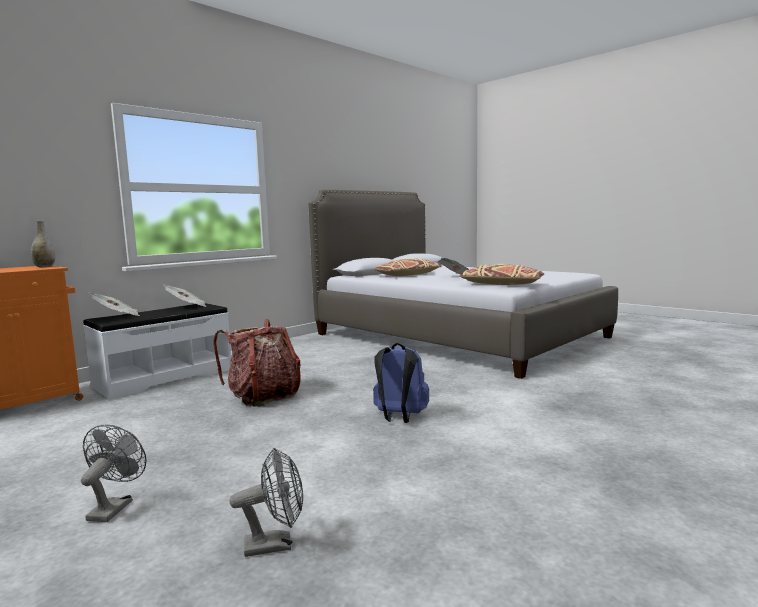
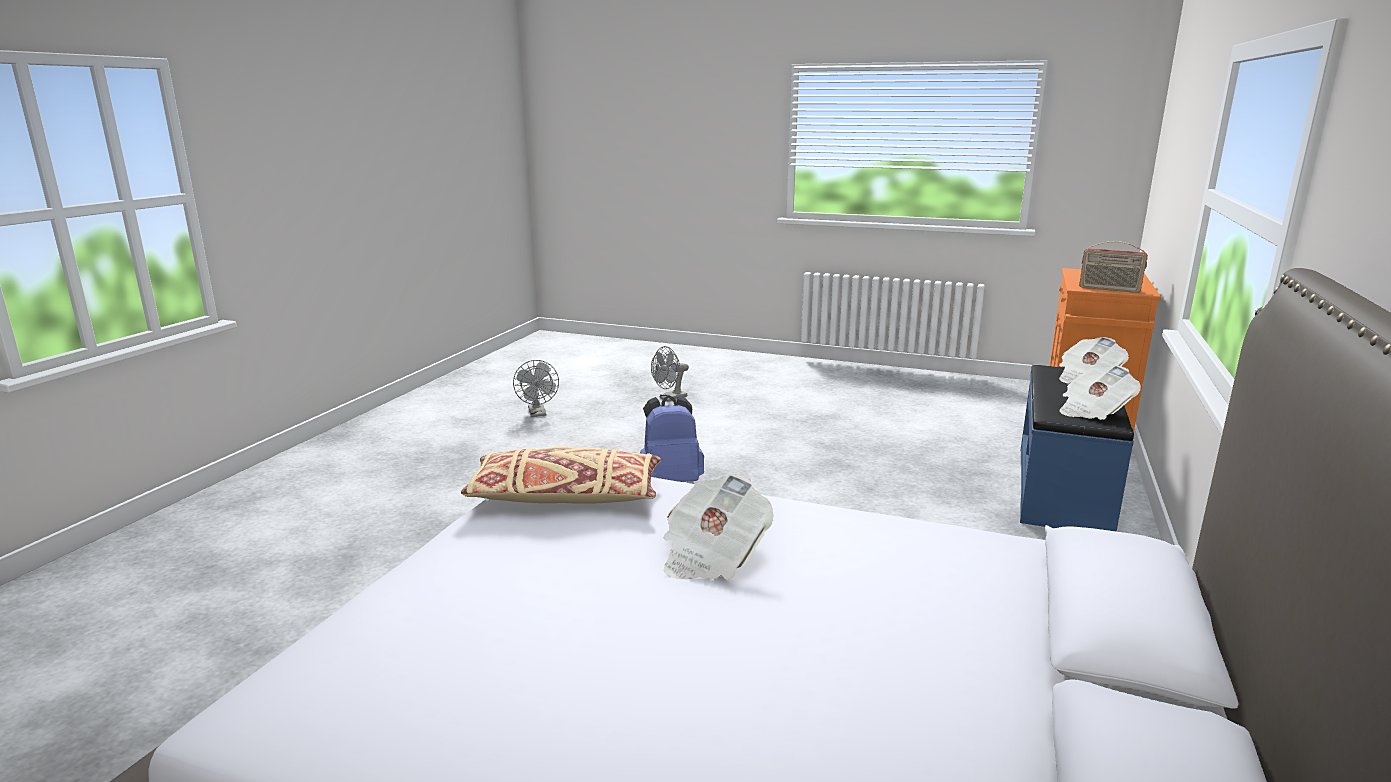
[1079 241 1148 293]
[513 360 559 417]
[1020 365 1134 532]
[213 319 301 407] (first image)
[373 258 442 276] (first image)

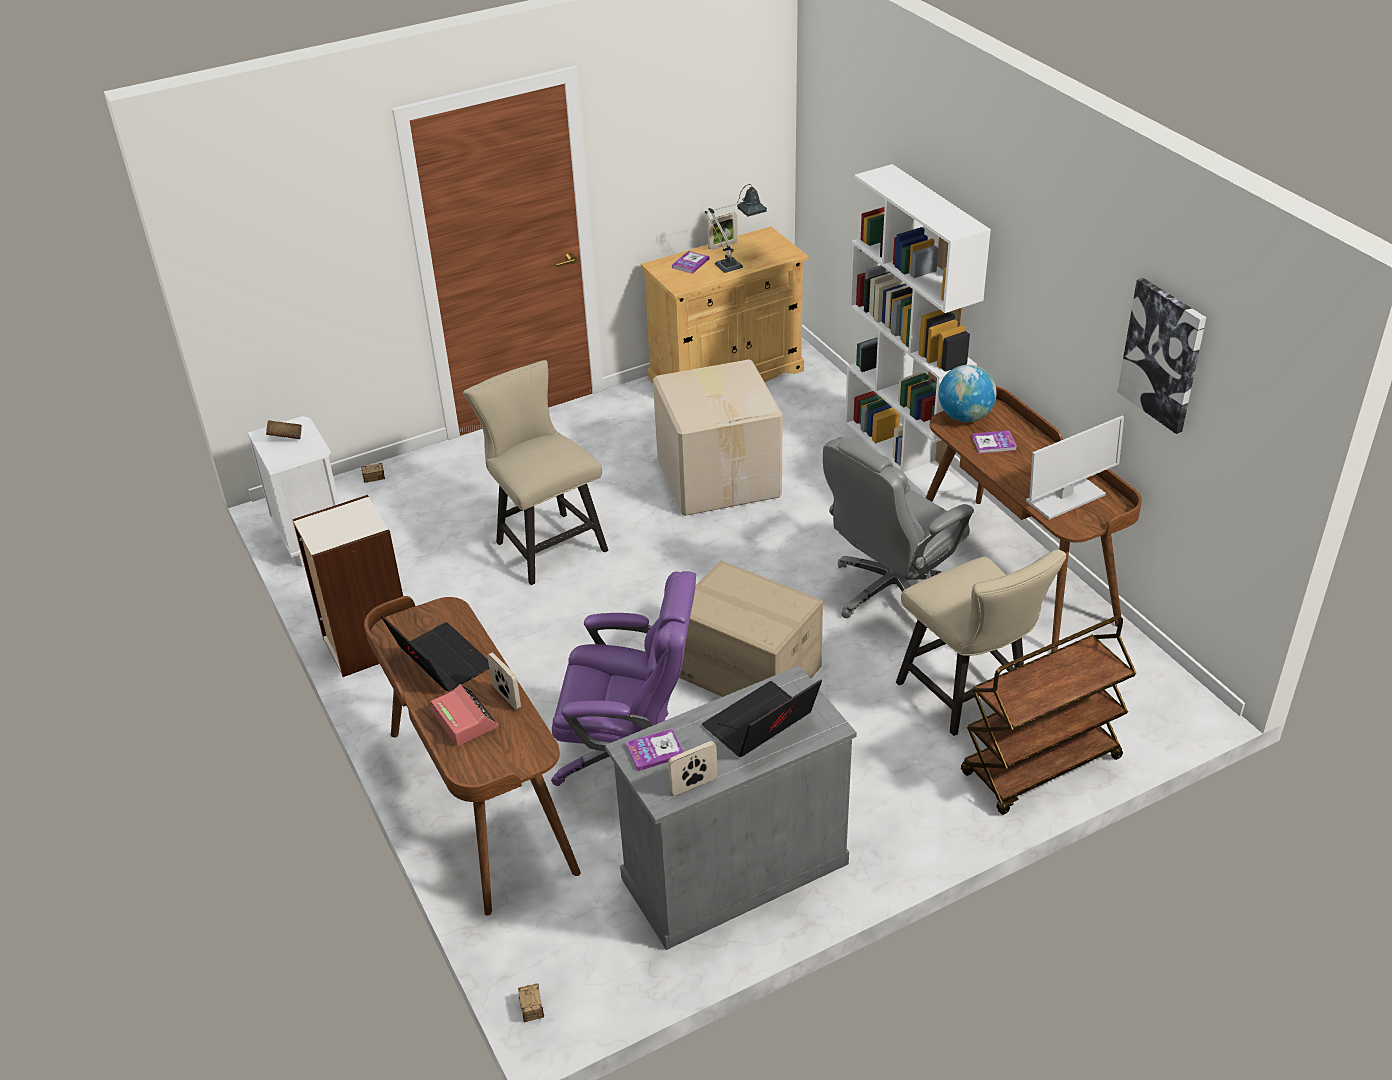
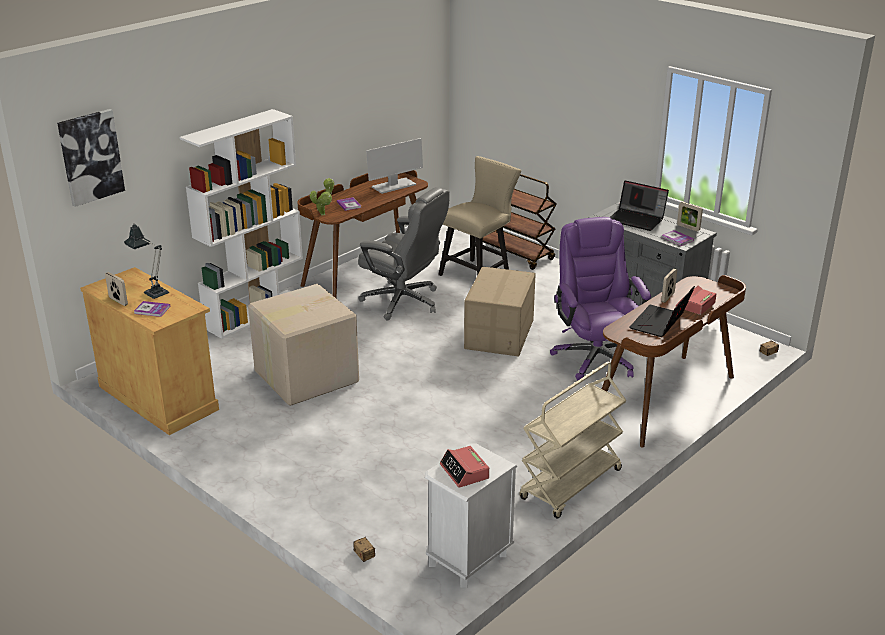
[440 446 489 488]
[519 362 626 519]
[463 360 608 585] (first image)
[310 178 334 215]
[366 138 423 194]
[57 109 125 207]

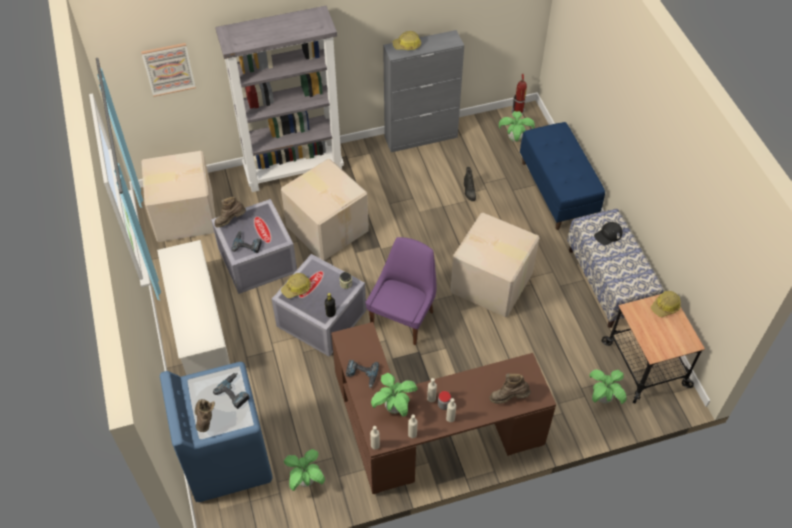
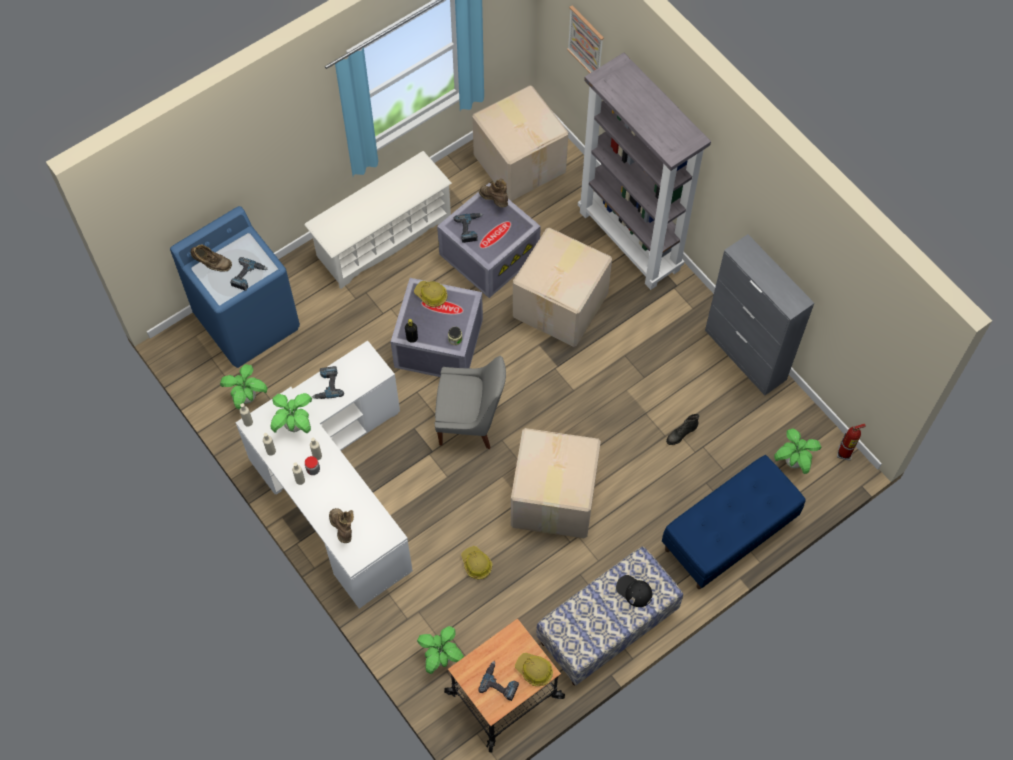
[190 244 232 272]
[235 341 413 608]
[435 356 506 449]
[461 546 492 579]
[478 661 519 701]

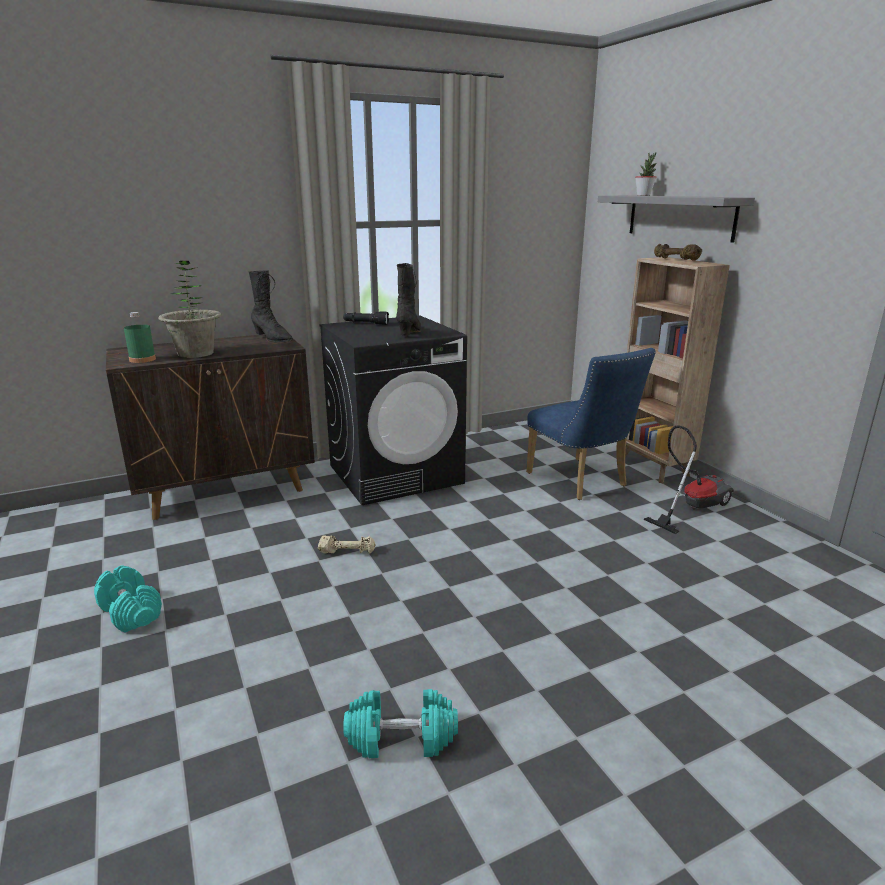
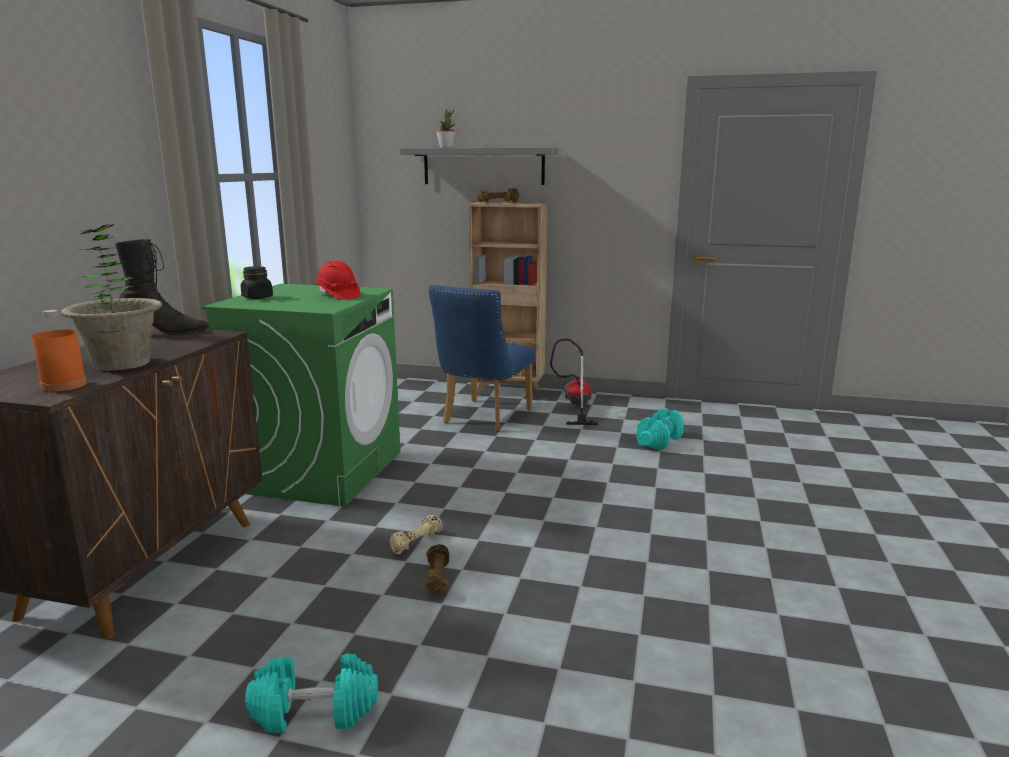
[31 310 87 392]
[202 284 400 507]
[241 266 273 299]
[636 408 684 450]
[315 261 361 300]
[428 285 535 431]
[426 544 449 595]

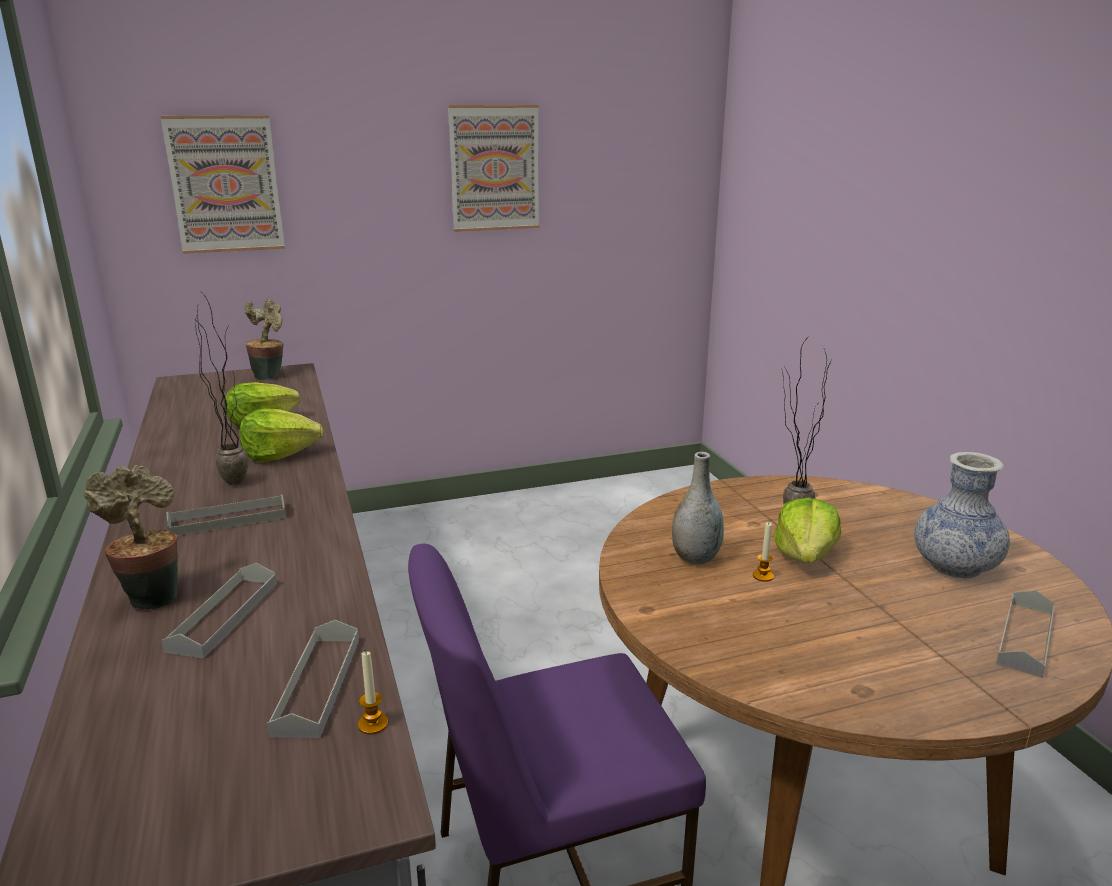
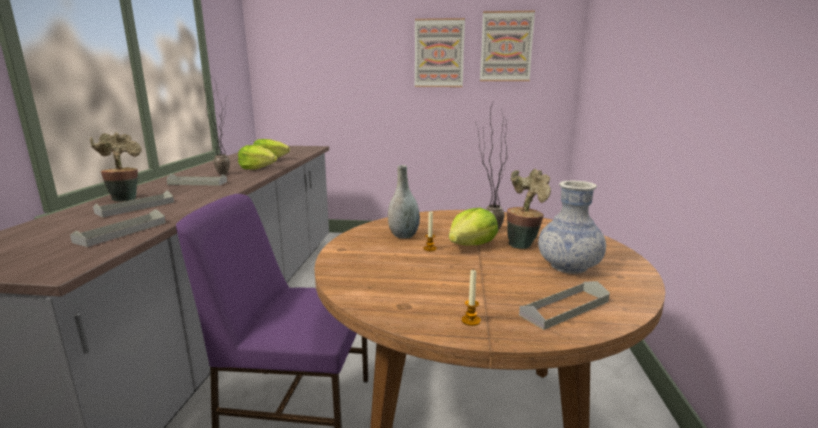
[480 11 535 81]
[507 169 551 249]
[461 269 481 326]

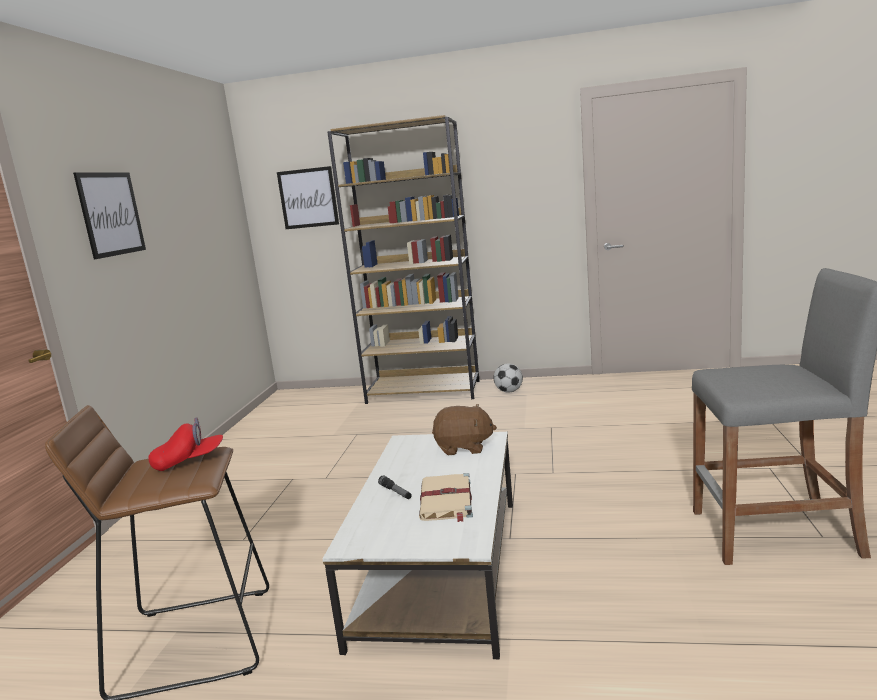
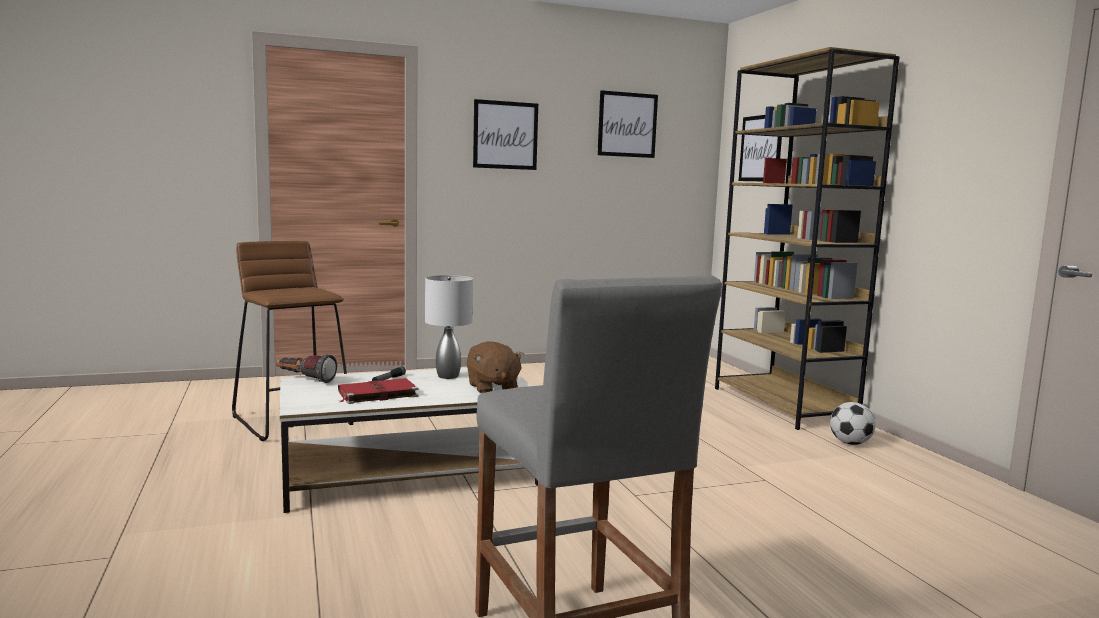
[148 417 223 471] (first image)
[338 378 419 404]
[276 354 337 383]
[425 275 473 379]
[597 90 658 158]

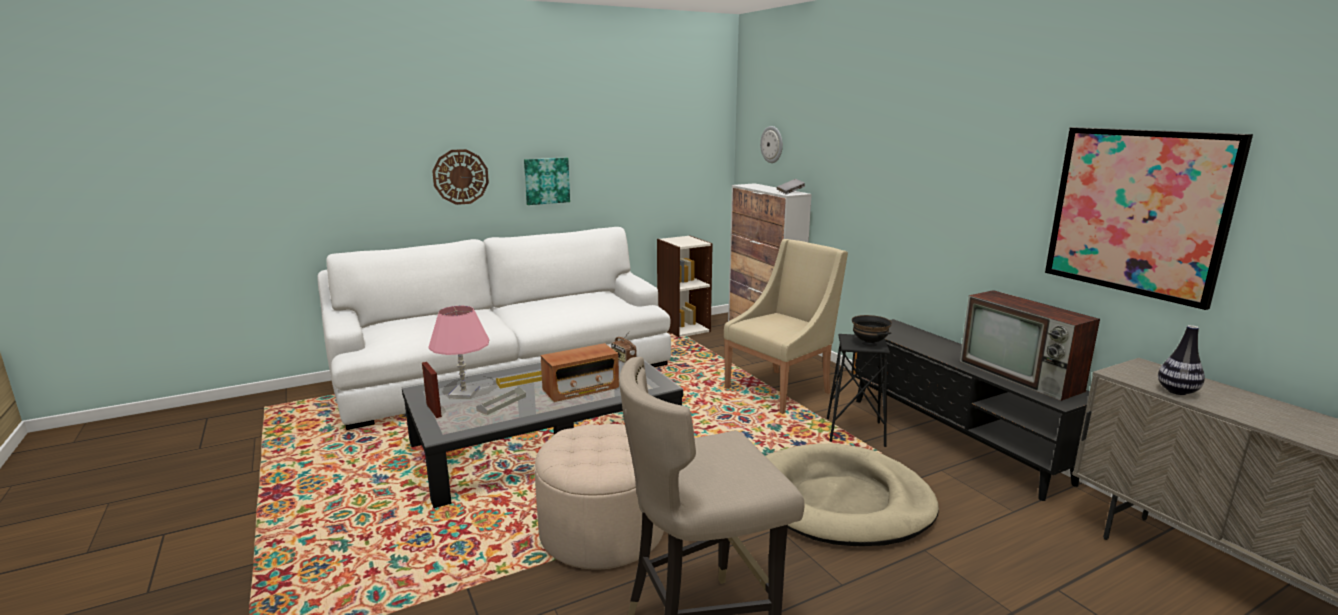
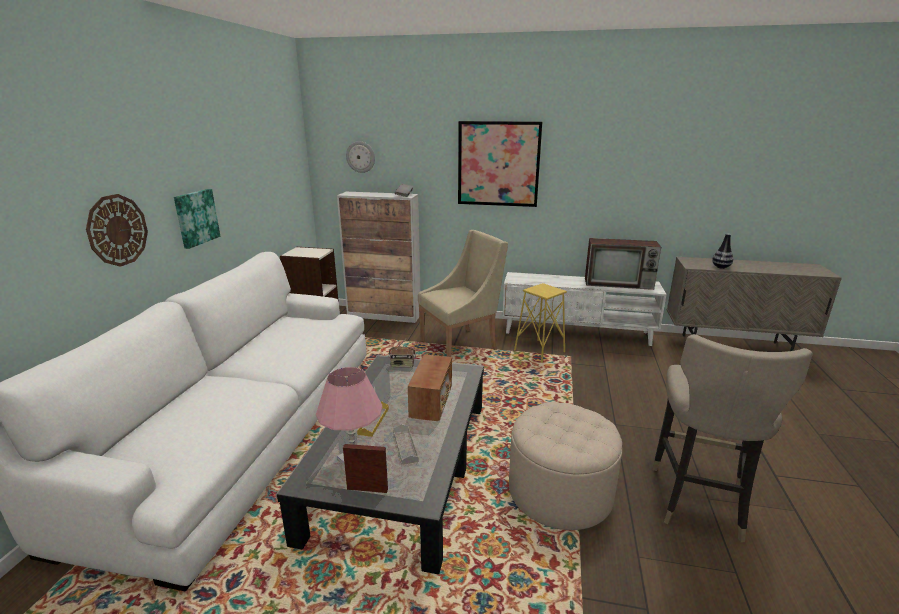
[418 230 508 357]
[765 444 939 546] (first image)
[514 283 567 363]
[502 272 667 346]
[852 315 892 346] (first image)
[458 121 542 207]

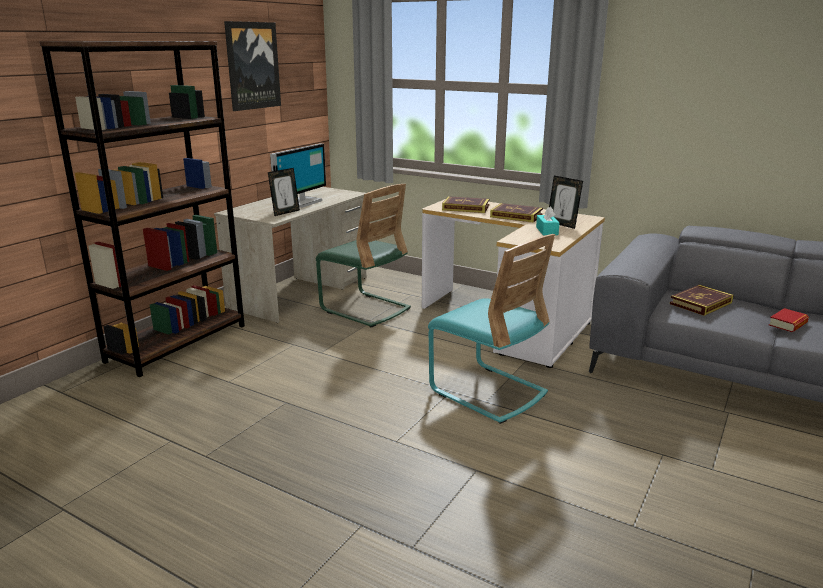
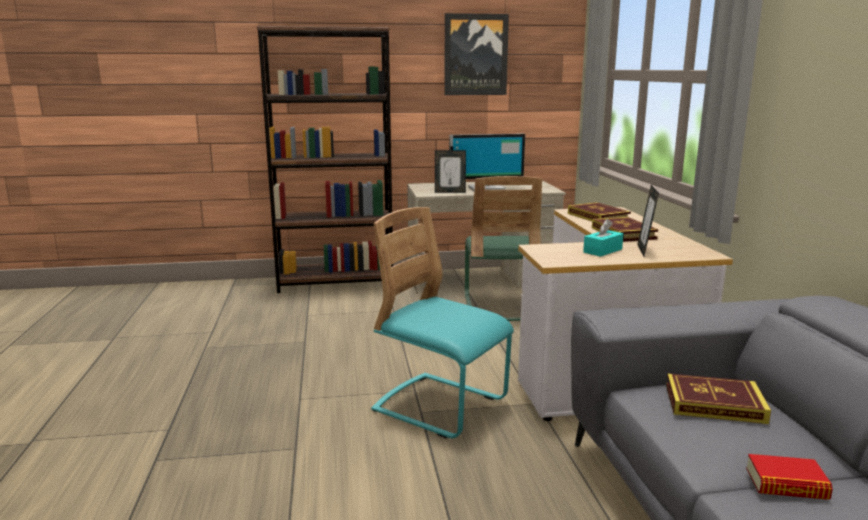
[371 207 514 438]

